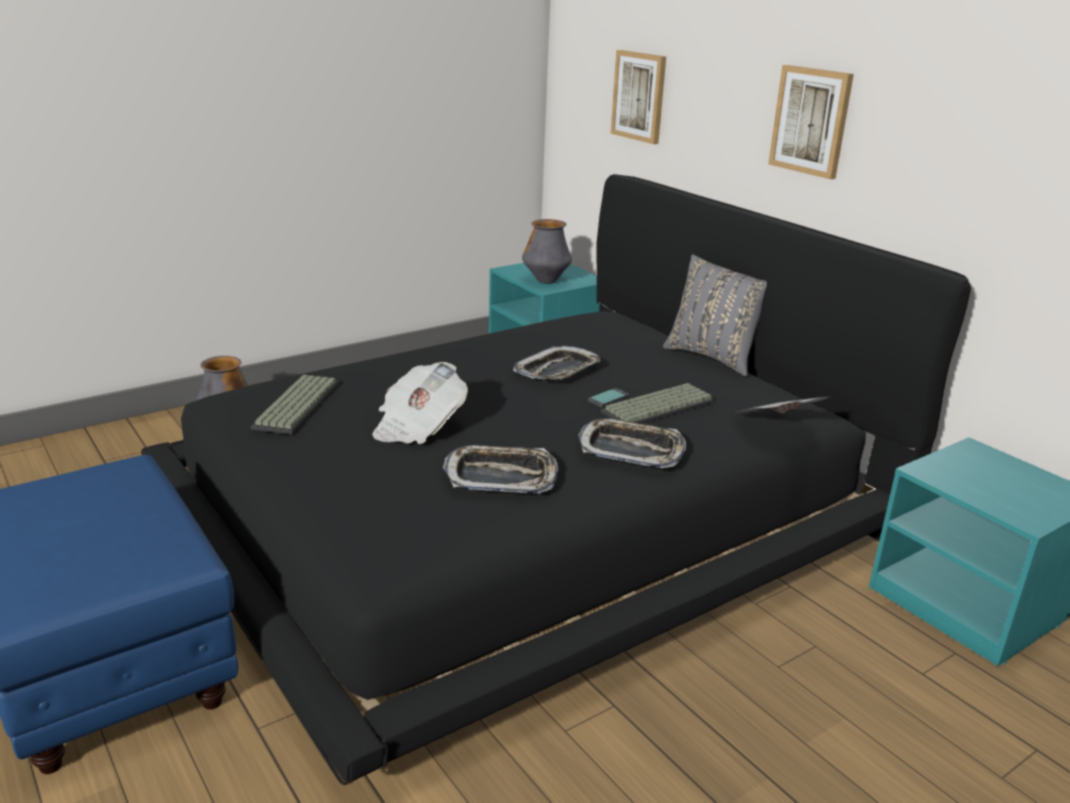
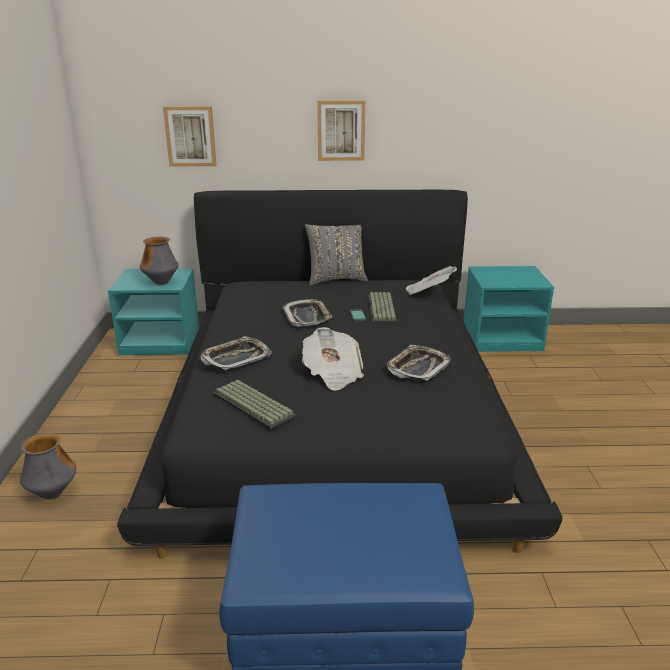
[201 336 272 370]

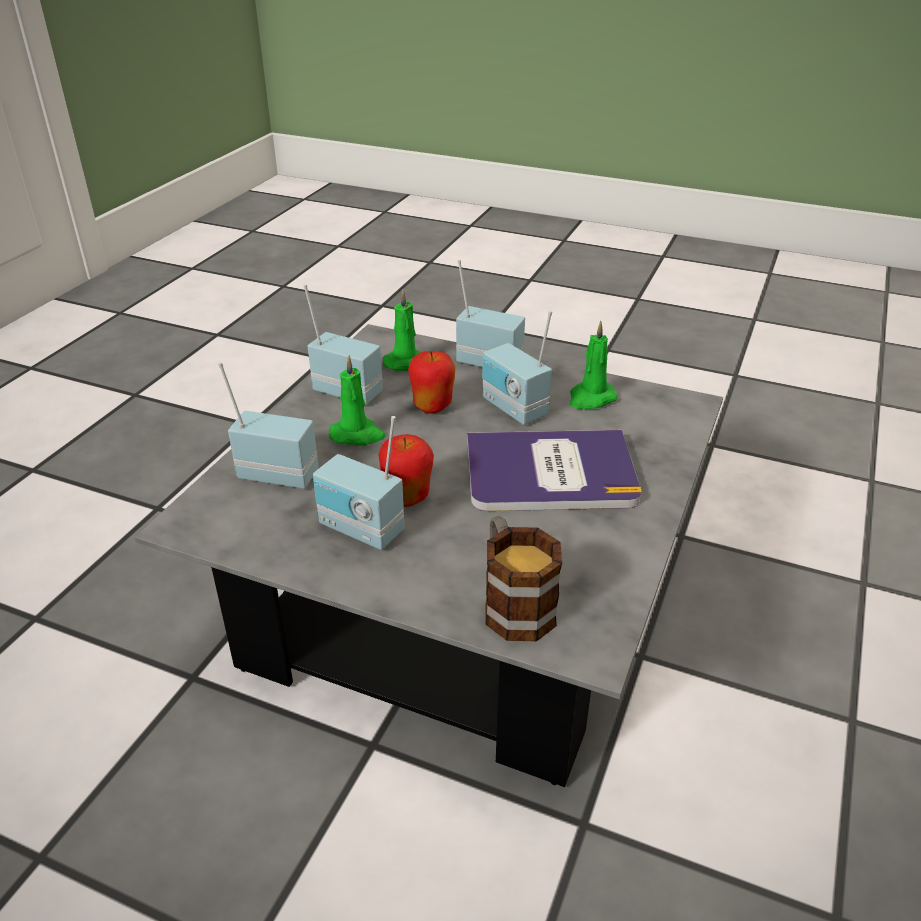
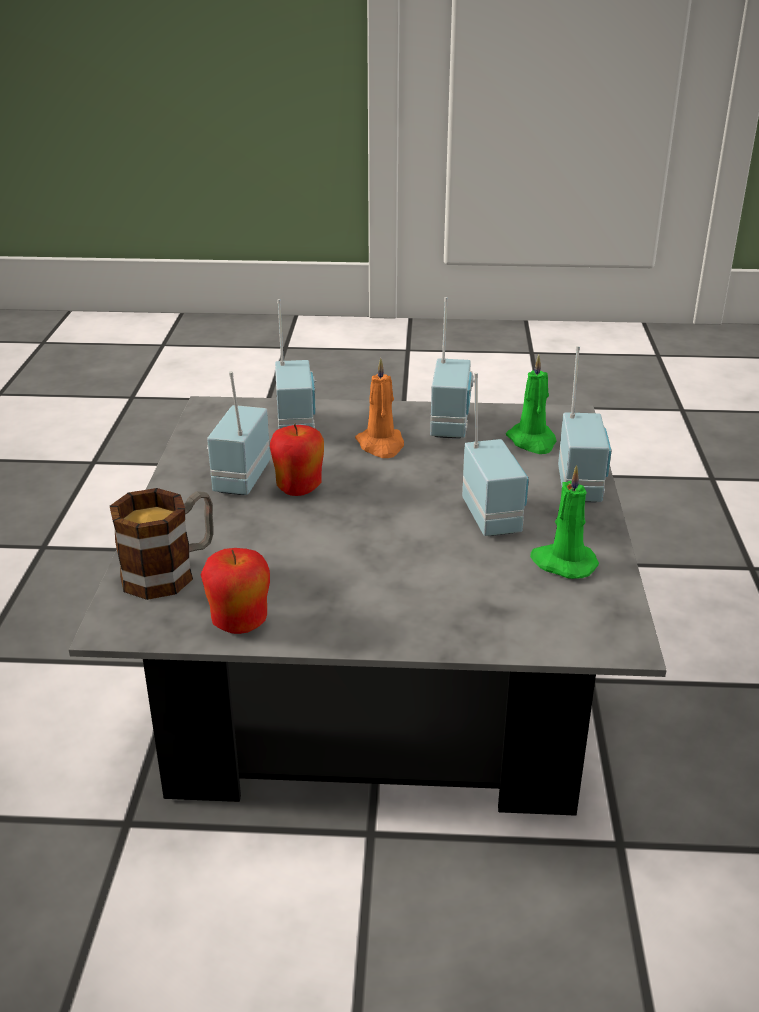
[355 358 404 458]
[200 548 270 634]
[467 430 641 511] (first image)
[462 373 529 536]

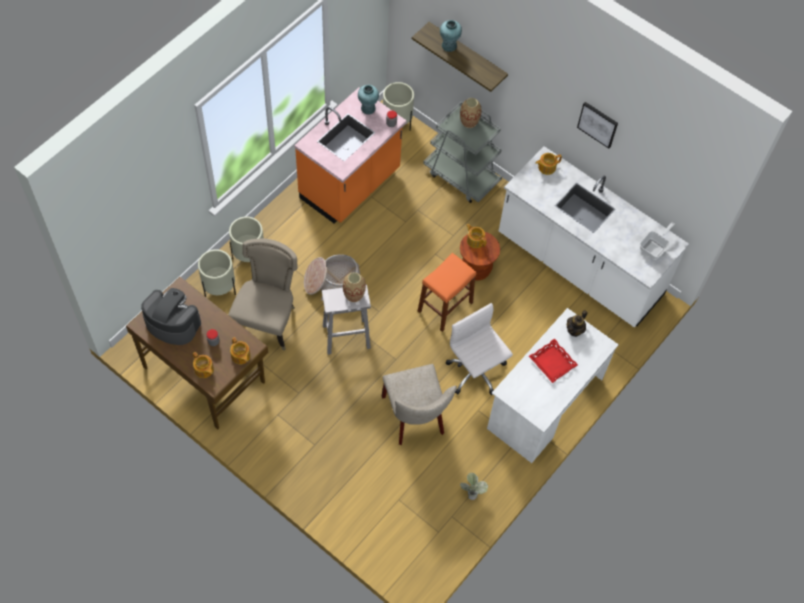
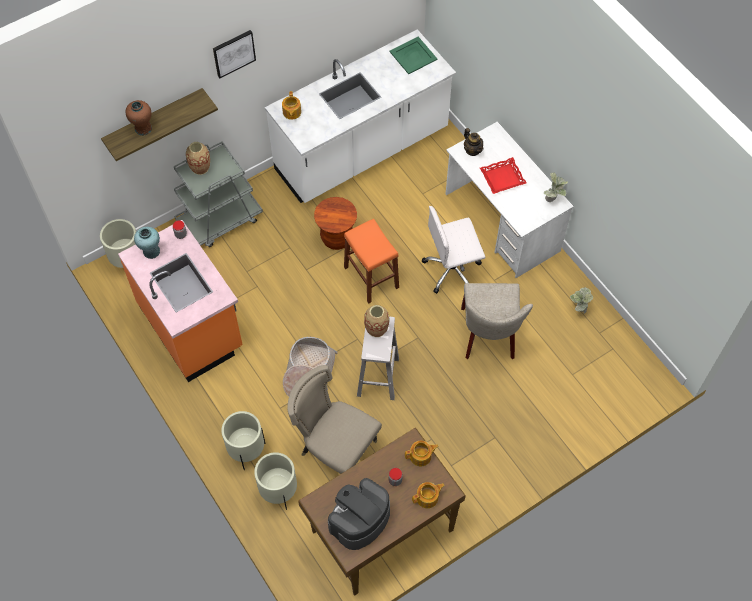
[461 283 533 359]
[125 100 152 135]
[467 224 487 248] (first image)
[213 30 256 78]
[389 37 437 74]
[544 173 568 202]

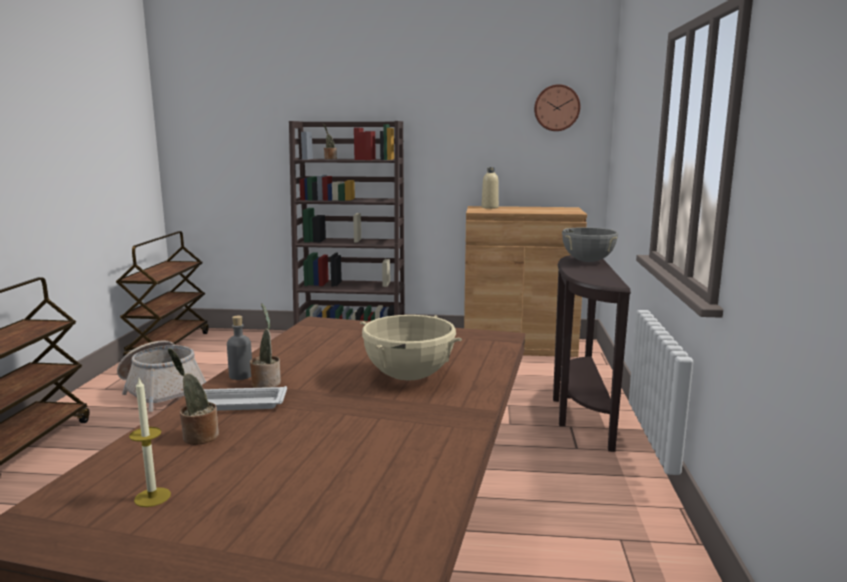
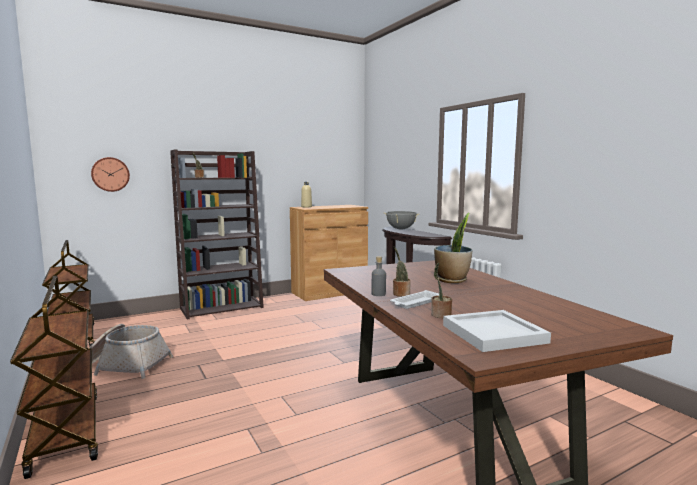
[443 310 551 352]
[434 212 472 283]
[91 157 130 192]

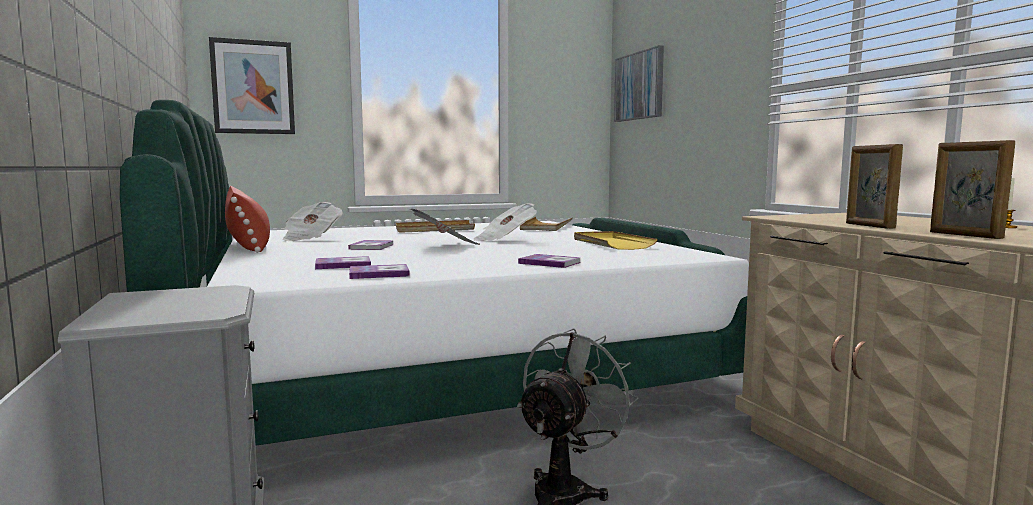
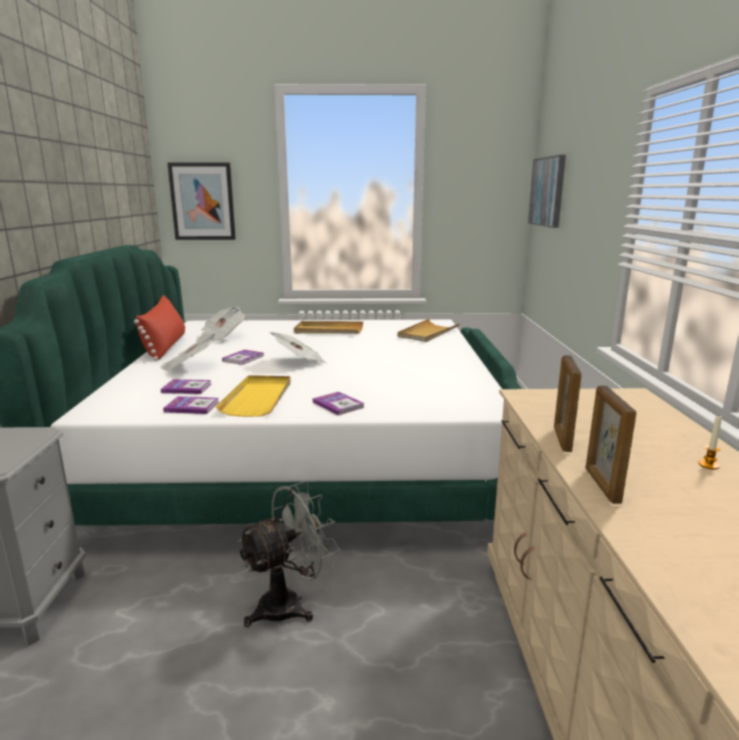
[161 333 217 372]
[216 375 291 417]

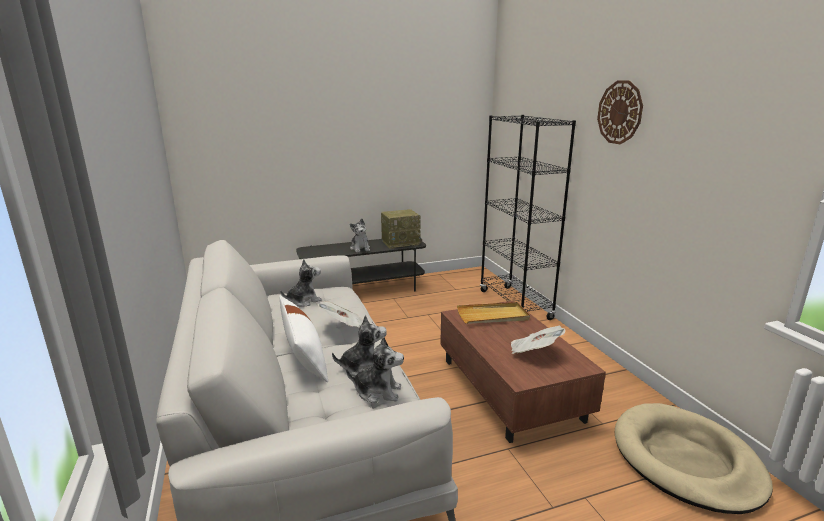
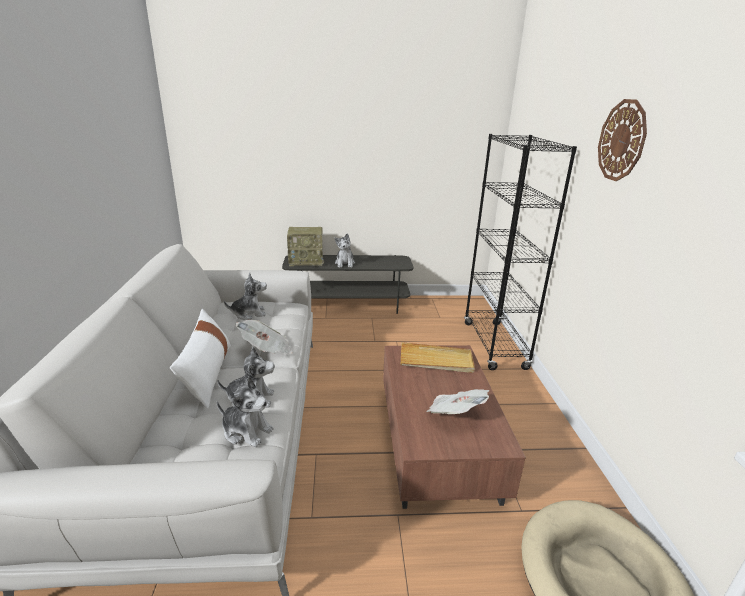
[287 227 324 267]

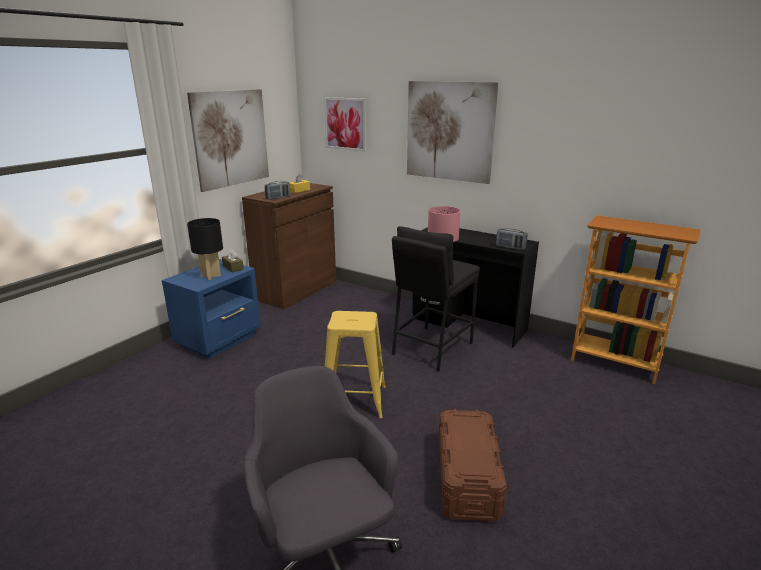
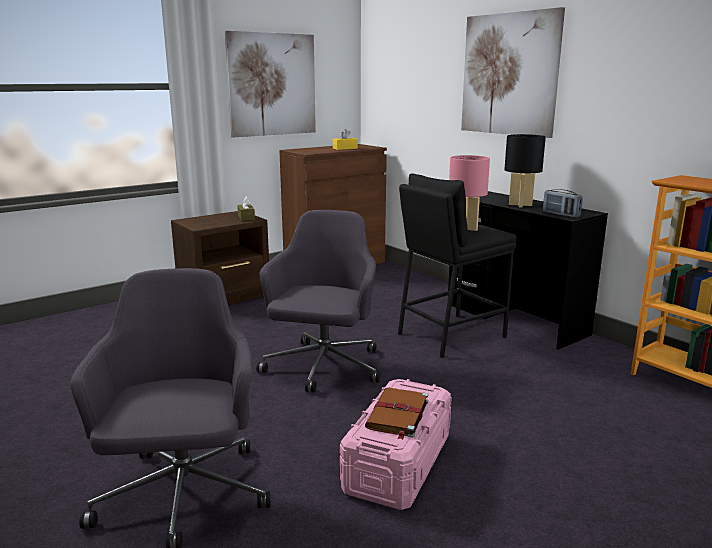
[171 211 269 304]
[504 134 546 207]
[265 181 290 200] (first image)
[324 97 367 152] (first image)
[256 210 380 393]
[340 379 452 510]
[365 388 429 440]

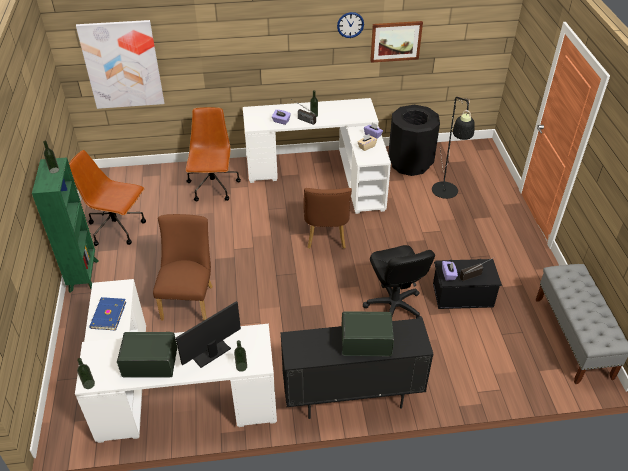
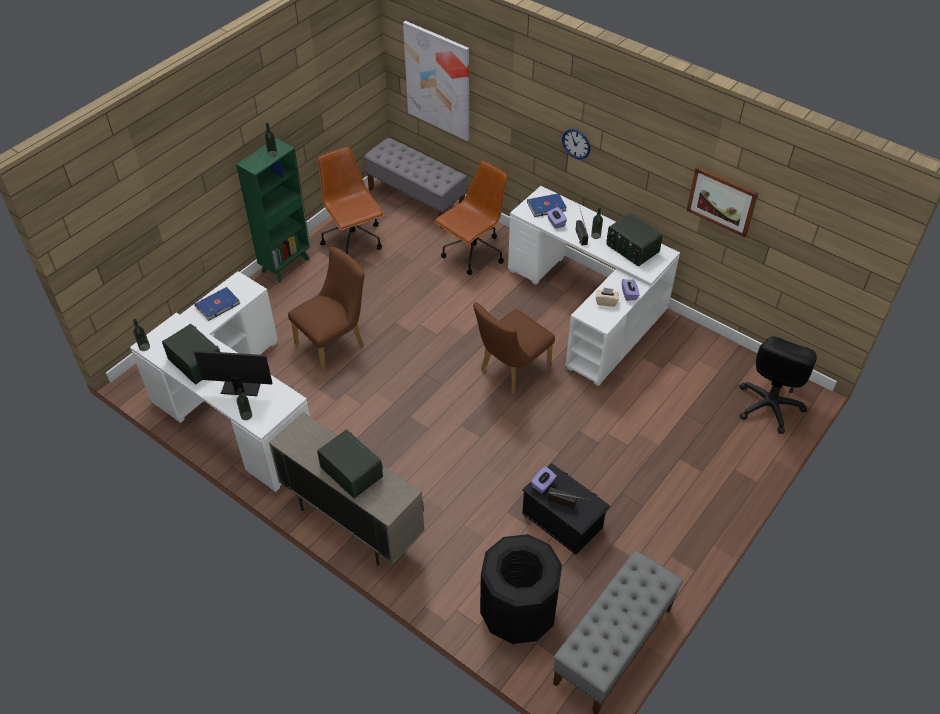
[269 412 425 566]
[562 129 590 159]
[739 336 817 434]
[480 534 562 644]
[432 97 475 199] (first image)
[364 138 467 229]
[527 193 567 217]
[606 213 663 266]

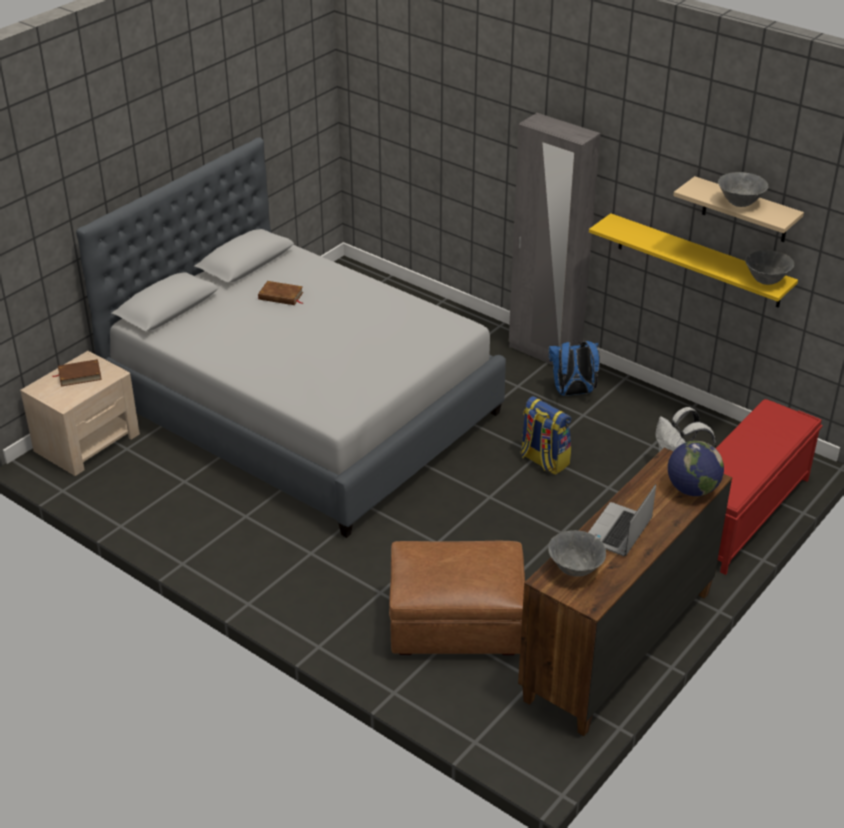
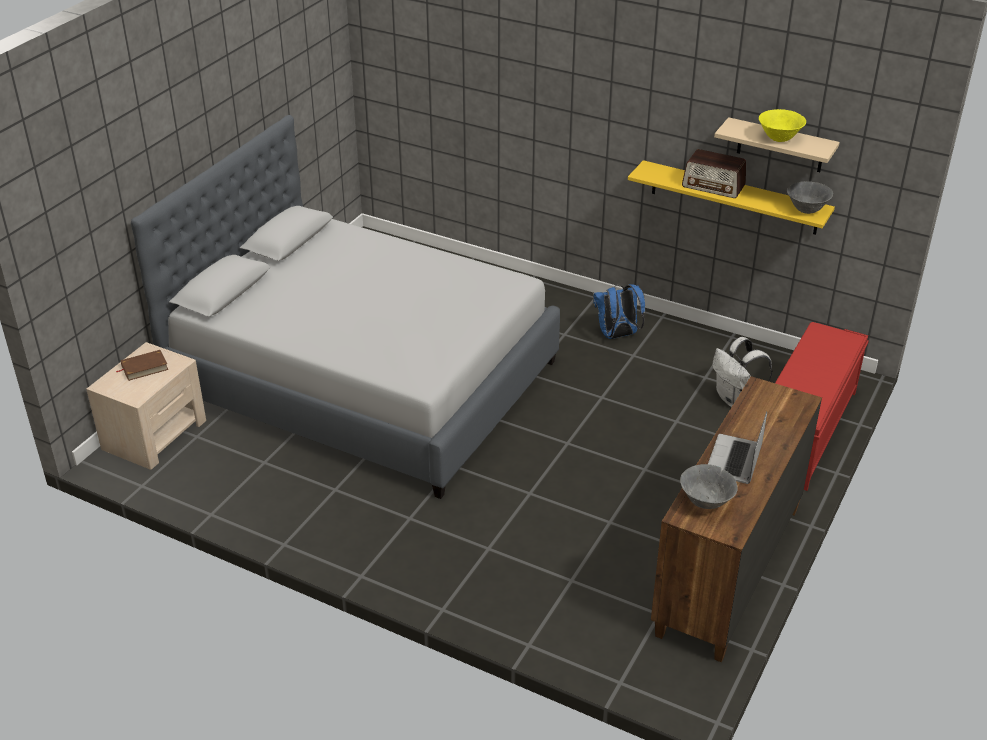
[258 281 303 305] (first image)
[389 541 525 655] (first image)
[509 113 601 365] (first image)
[520 396 571 475] (first image)
[668 441 724 496] (first image)
[759 109 806 142]
[682 149 746 198]

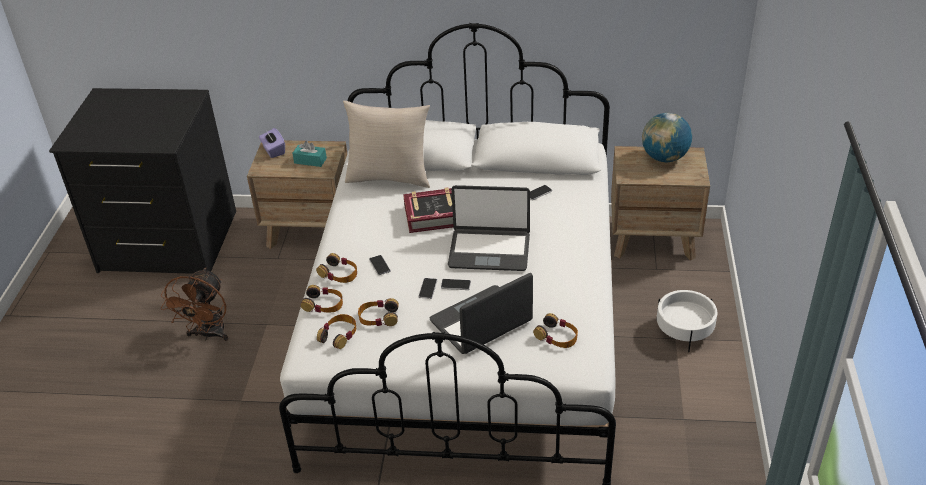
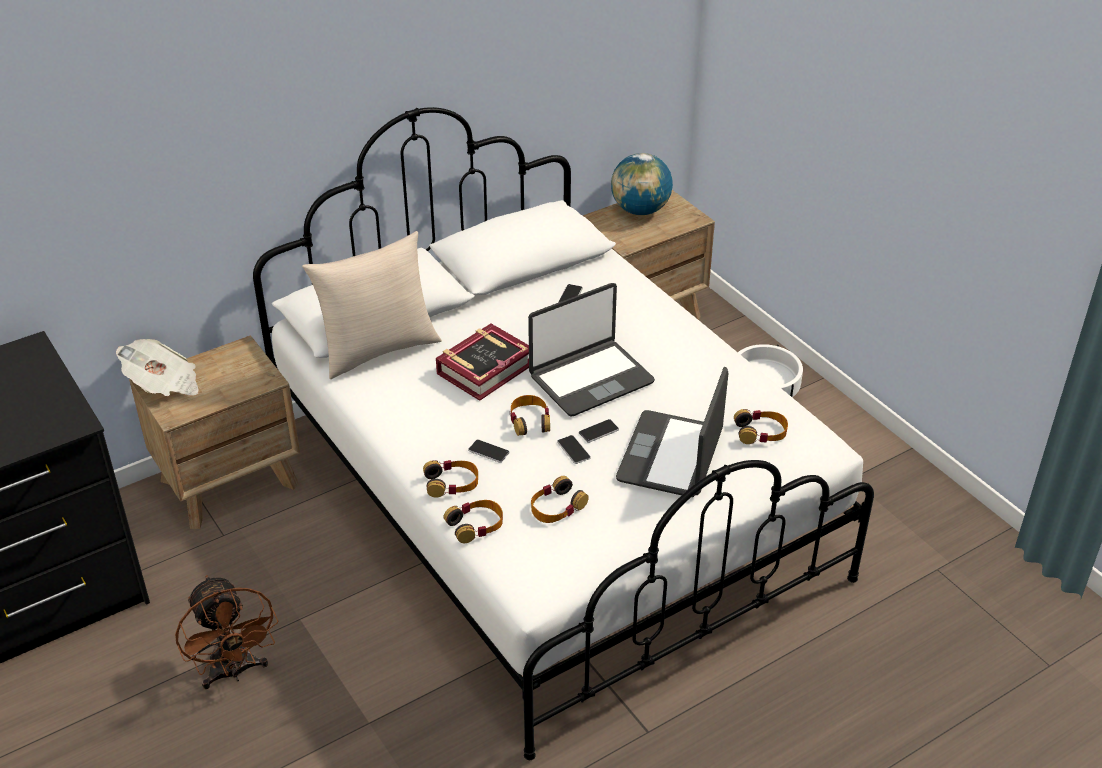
[116 339 199 396]
[292 141 327 167] (first image)
[510 395 550 436]

